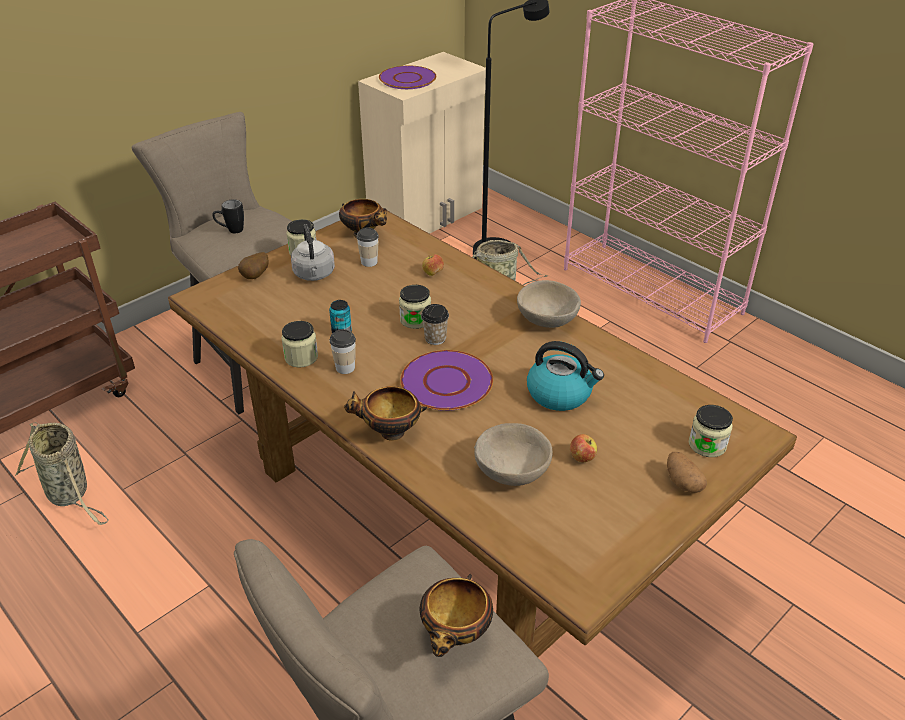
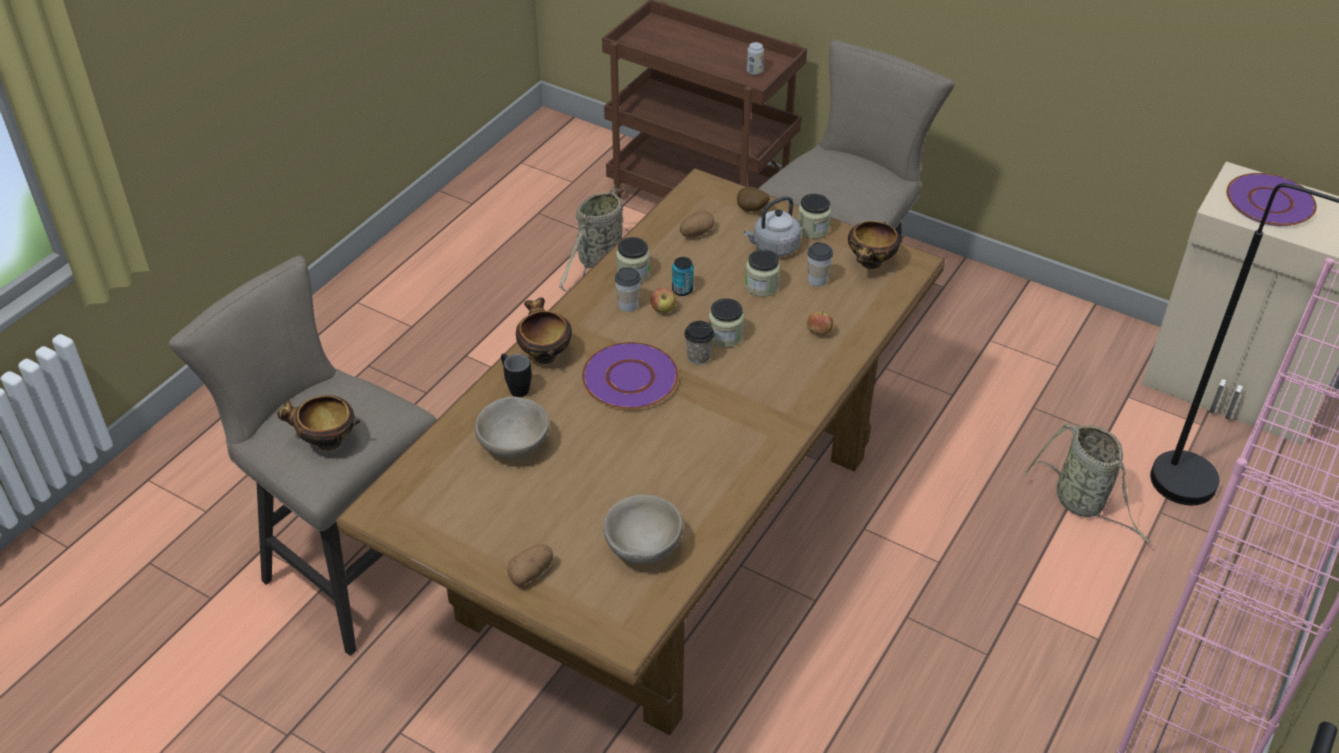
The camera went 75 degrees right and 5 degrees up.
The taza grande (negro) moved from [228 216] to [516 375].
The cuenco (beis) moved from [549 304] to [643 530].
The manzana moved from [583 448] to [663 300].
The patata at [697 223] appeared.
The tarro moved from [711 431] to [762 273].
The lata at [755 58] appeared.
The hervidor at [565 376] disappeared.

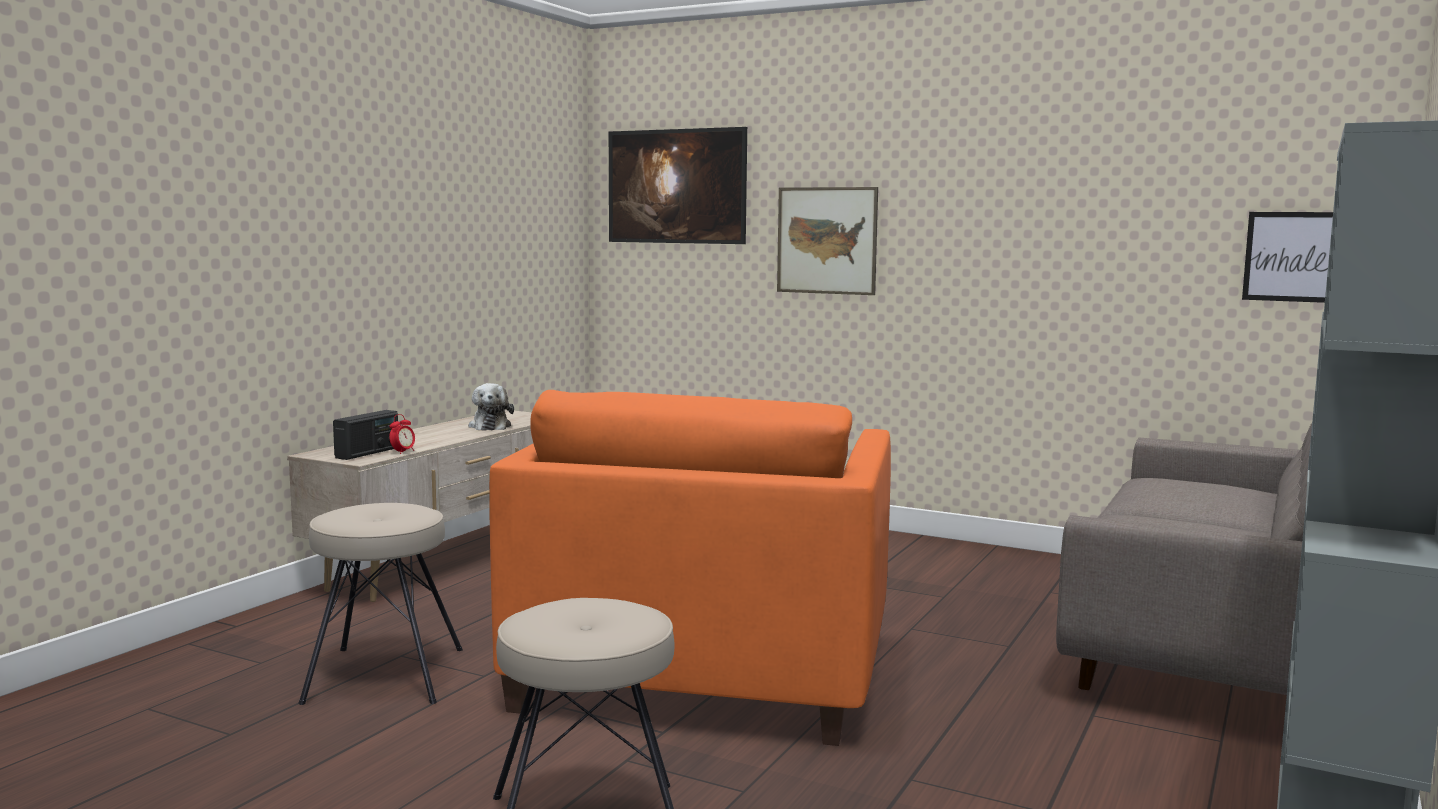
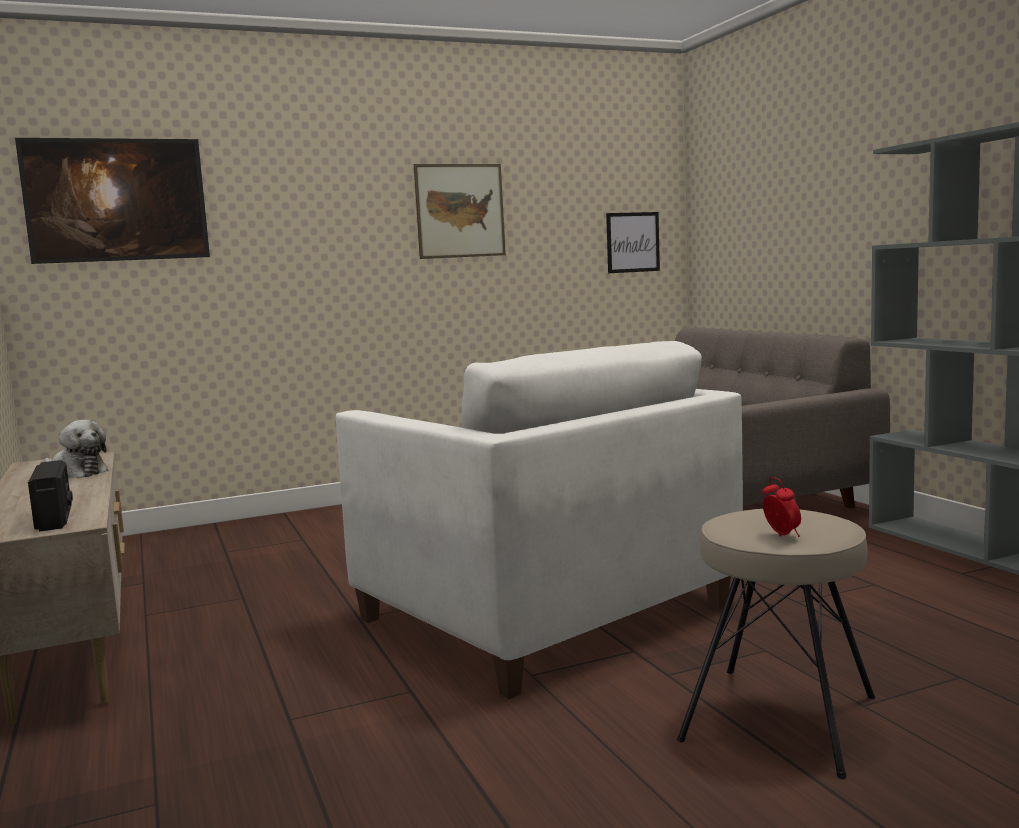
The camera went 50 degrees left and 0 degrees up.
The sillón (naranja) at [690 568] became the sillón (blanco) at [539 520].
The cuadro moved from [827 241] to [460 211].
The despertador moved from [402 434] to [781 507].
The taburete (beis) at [380 604] disappeared.

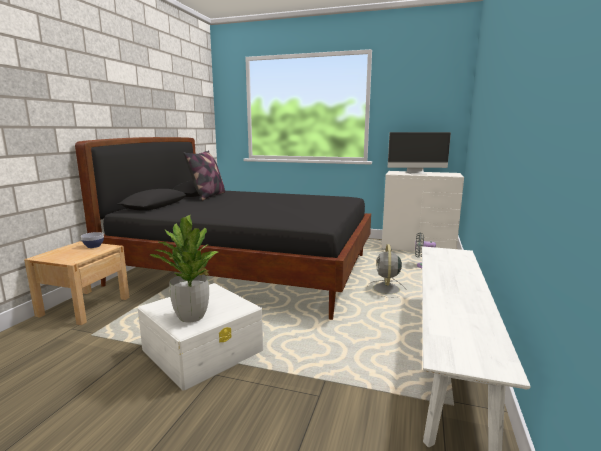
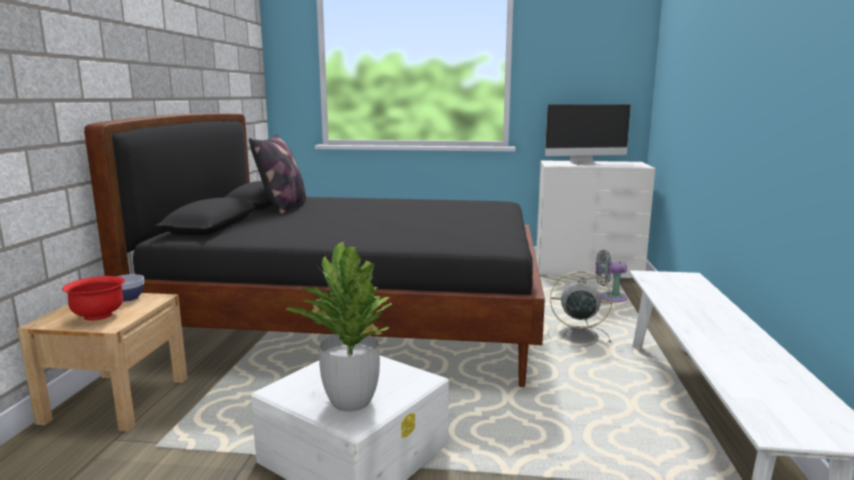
The camera went 10 degrees left and 0 degrees up.
The cuenco (rojo) at [93 298] appeared.
The ventilador (gris) at [386 270] turned 105 degrees clockwise.

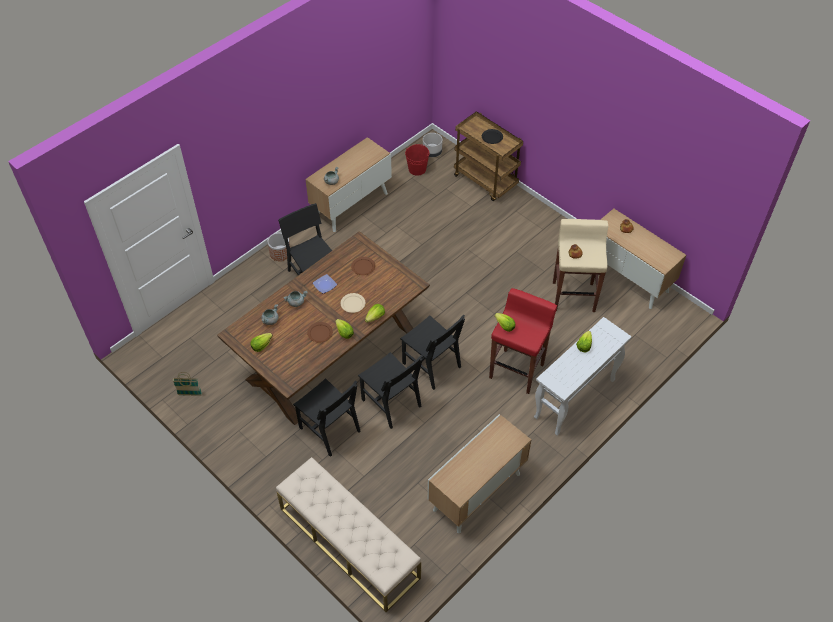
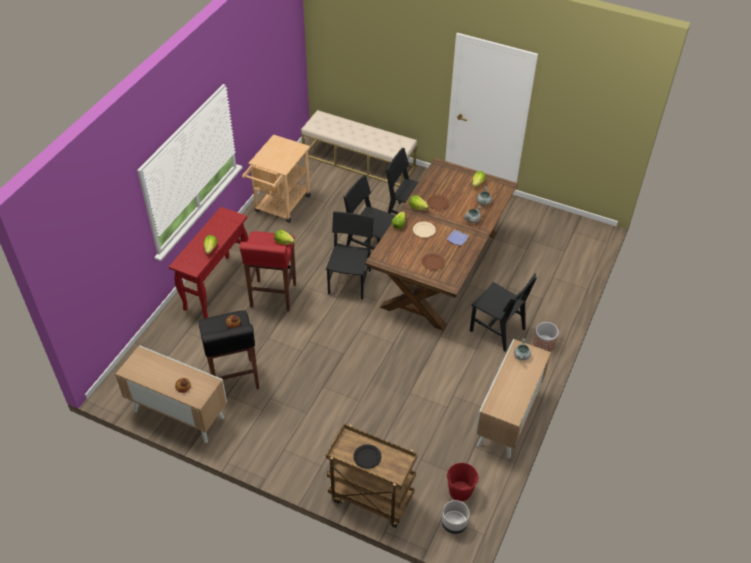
The camera went 160 degrees right and 5 degrees down.
The mesa consola (blanco) at [583 376] became the mesa consola (rojo) at [208 262].
The taburete (beis) at [580 265] became the taburete (negro) at [229 349].
The armario at [479 474] was replaced by the carrito (beis) at [276 178].
The silla (negro) at [432 352] turned 75 degrees clockwise.
The cesta at [187 384] disappeared.

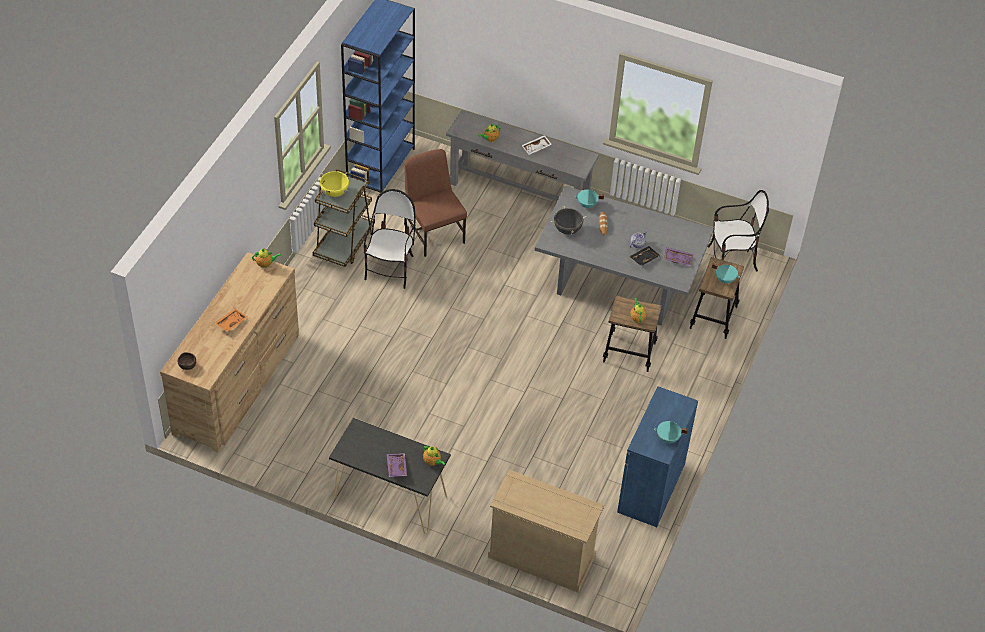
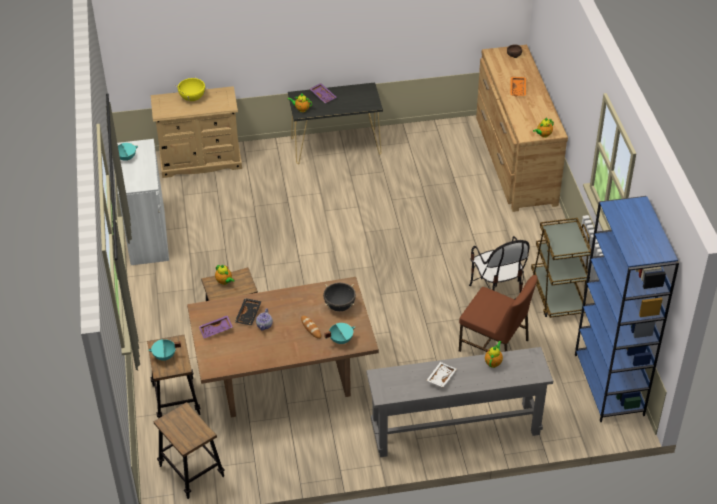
The camera went 150 degrees right and 5 degrees down.
The armario (azul) at [657 456] became the armario (blanco) at [143 202].
The silla at [738 230] was replaced by the taburete at [189 450].
The olla (amarillo) moved from [334 184] to [191 88].
The mesa de comedor (gris) at [624 256] became the mesa de comedor (marrón) at [283 347].

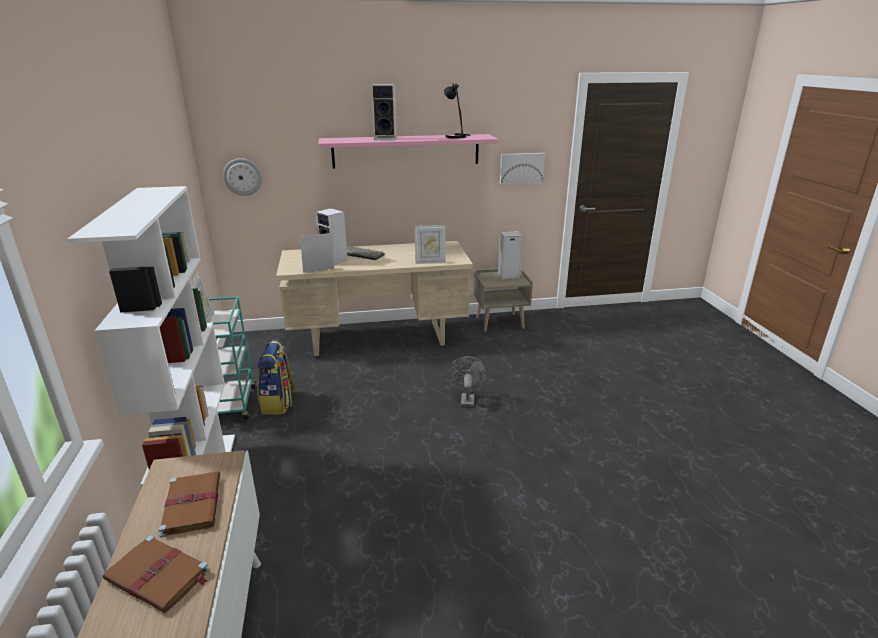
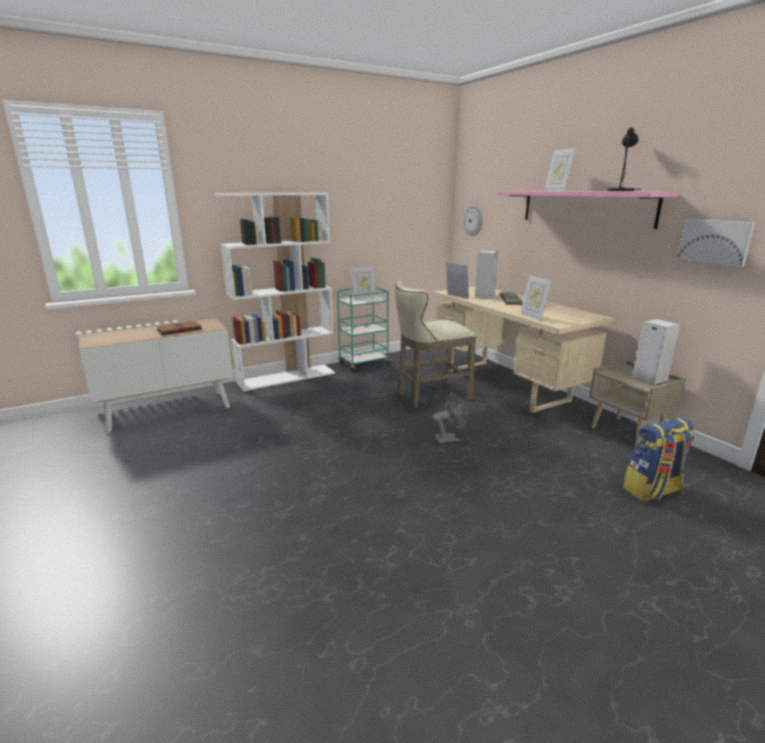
The camera went 70 degrees right and 5 degrees down.
The taburete (beis) at [435 344] appeared.
The altavoz at [384 112] was replaced by the portarretratos at [560 169].
The mochila moved from [277 377] to [658 460].
The libro (marrón) at [156 574] disappeared.

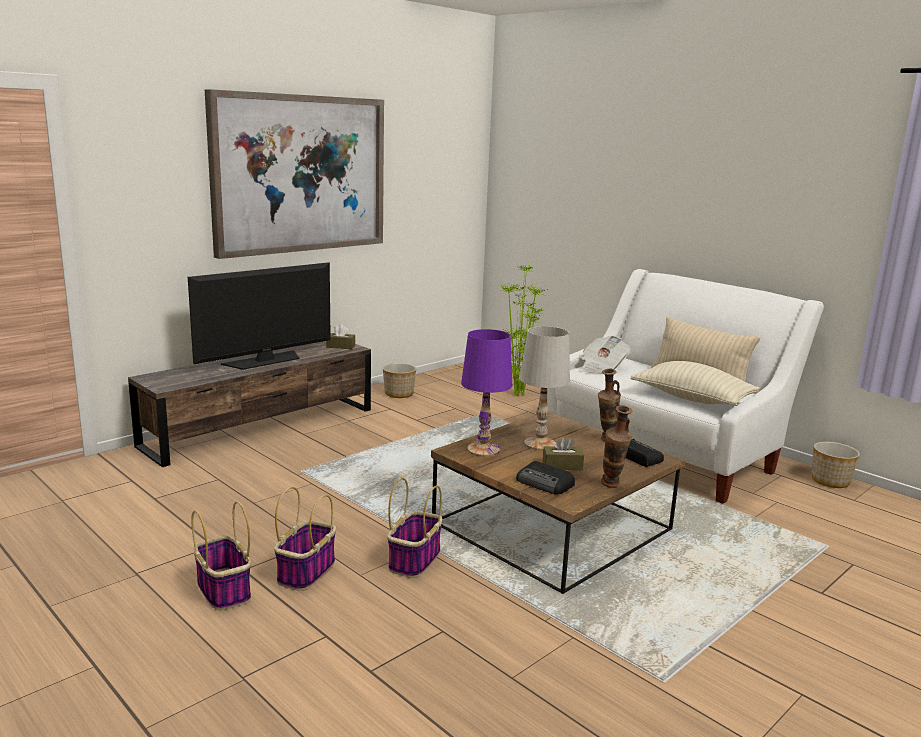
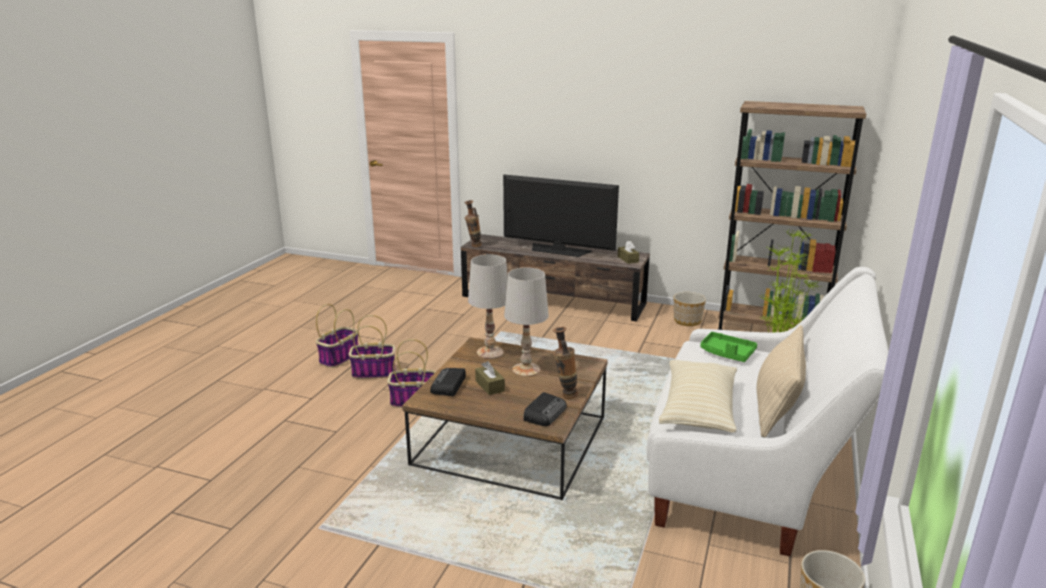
The camera went 65 degrees right and 5 degrees up.
The florero moved from [616 446] to [473 223].
The lámpara de mesa (morado) at [486 392] became the lámpara de mesa (blanco) at [488 307].
The periódico at [606 354] was replaced by the bandeja (verde) at [728 347].
The estantería (marrón) at [791 215] appeared.
The cuadro at [294 174] disappeared.

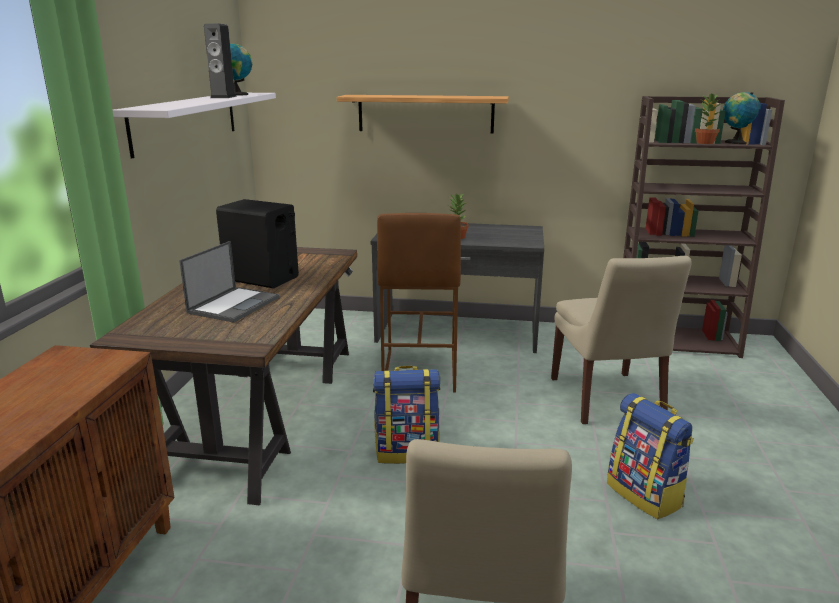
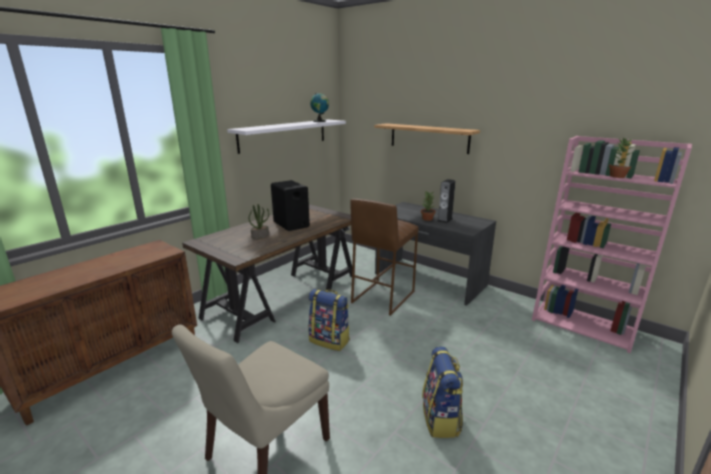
The camera went 30 degrees right and 0 degrees up.
The portátil at [229 282] was replaced by the planta en maceta at [259 221].
The altavoz moved from [220 60] to [446 201].
The estantería (marrón) at [704 227] became the estantería (rosa) at [612 244].
The silla (beis) at [621 340] disappeared.
The globo terráqueo at [742 118] disappeared.

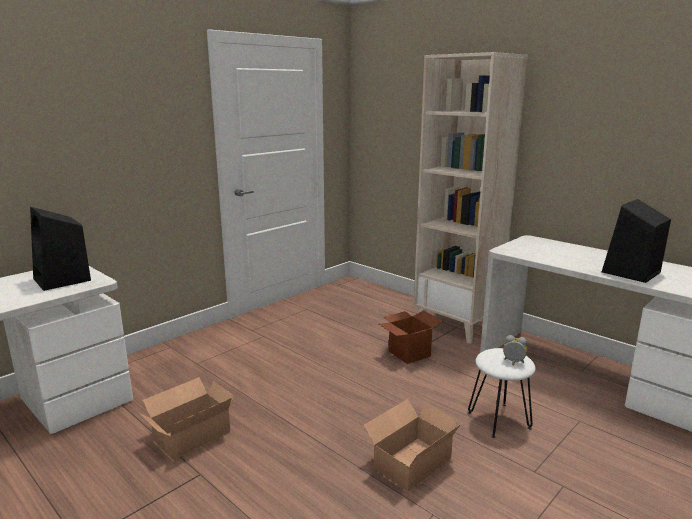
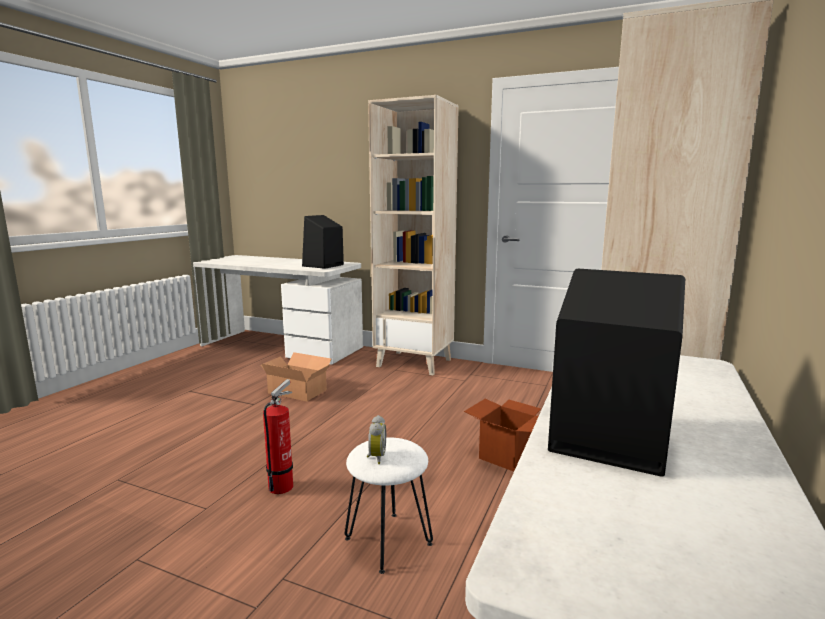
The camera went 70 degrees right and 5 degrees down.
The caja de cartón at [412 445] was replaced by the extintor at [278 436].
The estantería (beis) at [413 235] appeared.

